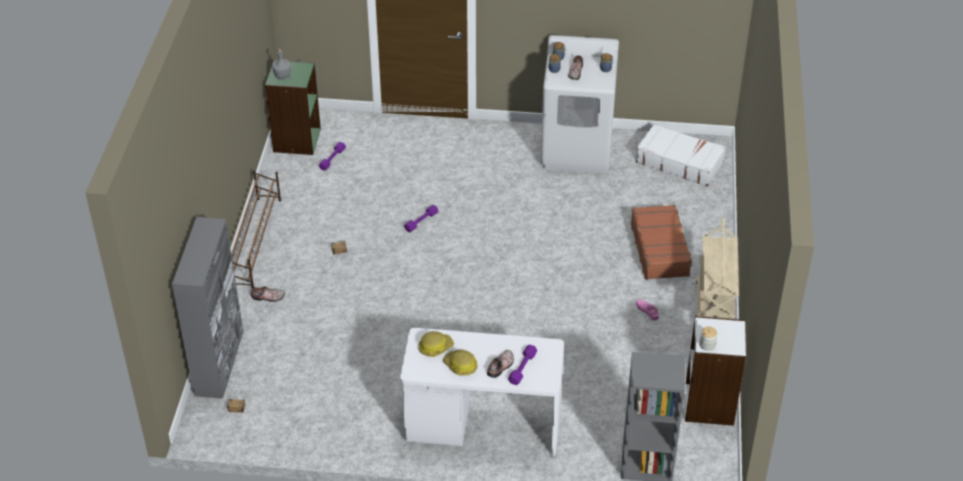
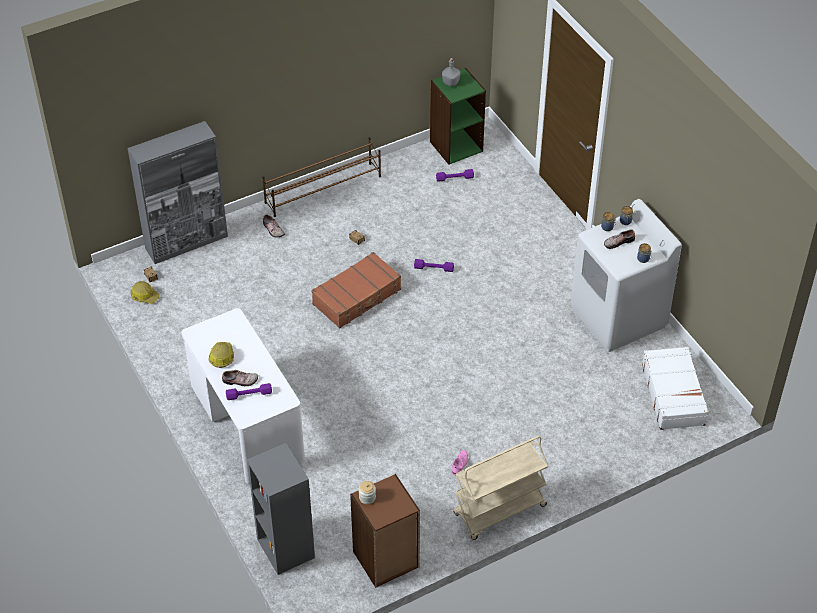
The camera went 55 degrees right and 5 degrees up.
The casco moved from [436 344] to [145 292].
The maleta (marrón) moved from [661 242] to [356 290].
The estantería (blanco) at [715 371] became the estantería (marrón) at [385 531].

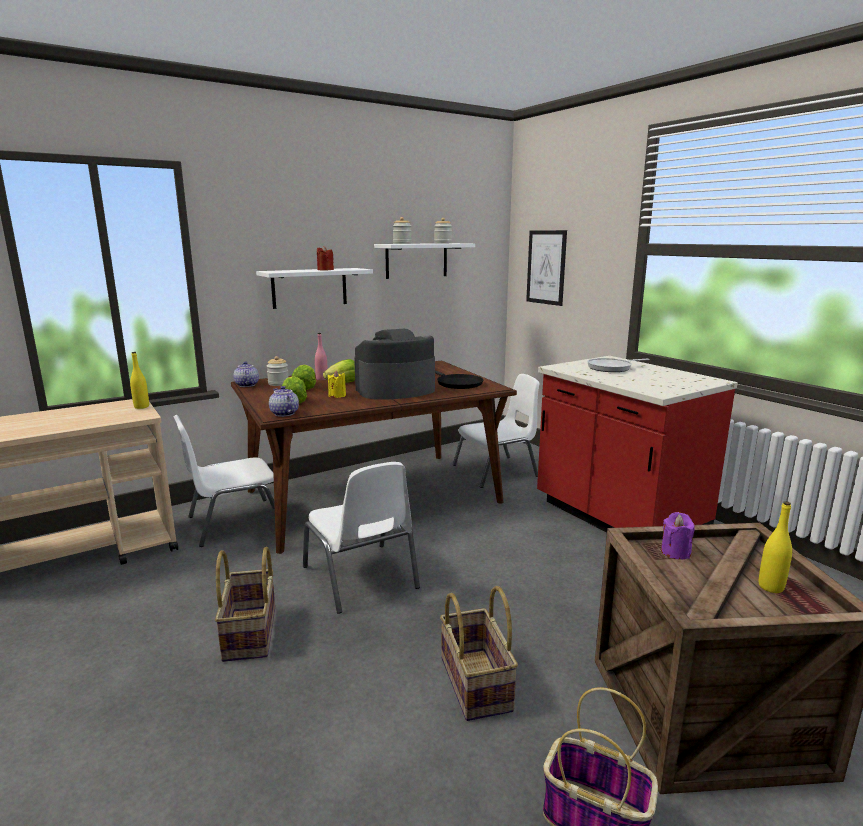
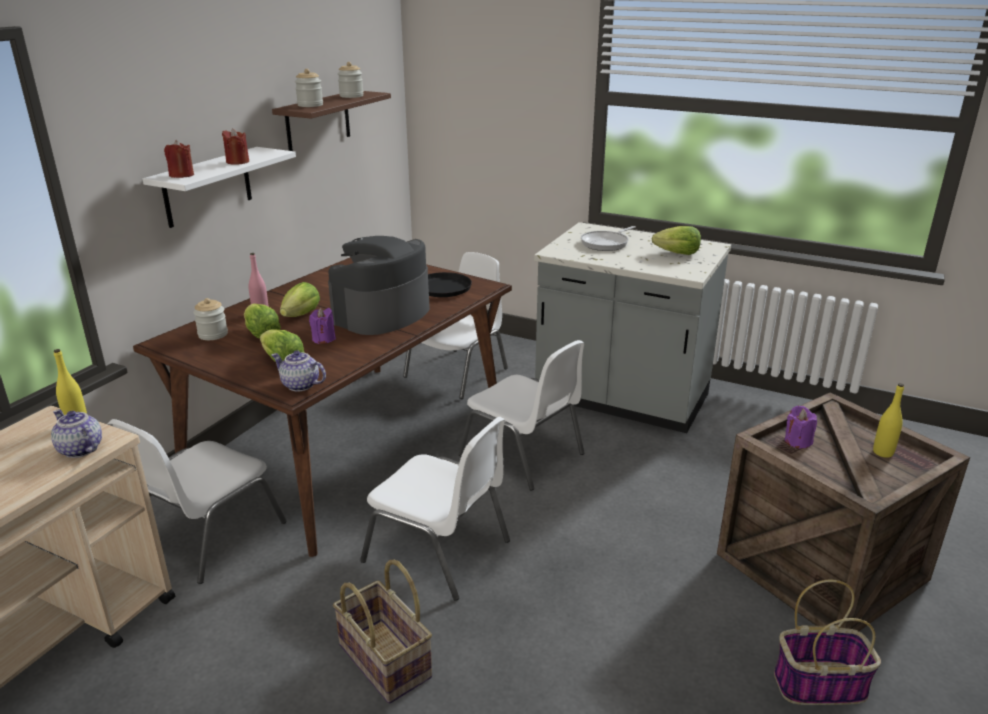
The camera went 30 degrees left and 10 degrees up.
The tetera moved from [246 374] to [76 433].
The vela (rojo) at [179 159] appeared.
The estante (blanco) at [424 261] became the estante (marrón) at [331 121].
The vela (amarillo) at [337 384] became the vela (morado) at [322 326].
The silla (blanco) at [521 415] appeared.
The mueble bajo de cocina (rojo) at [637 444] became the mueble bajo de cocina (gris) at [632 327].
The lechuga at [676 240] appeared.
The cesta at [479 653] disappeared.
The cuadro at [546 268] disappeared.

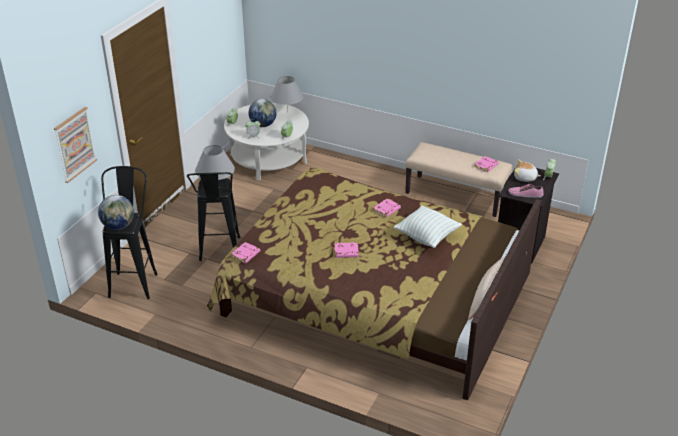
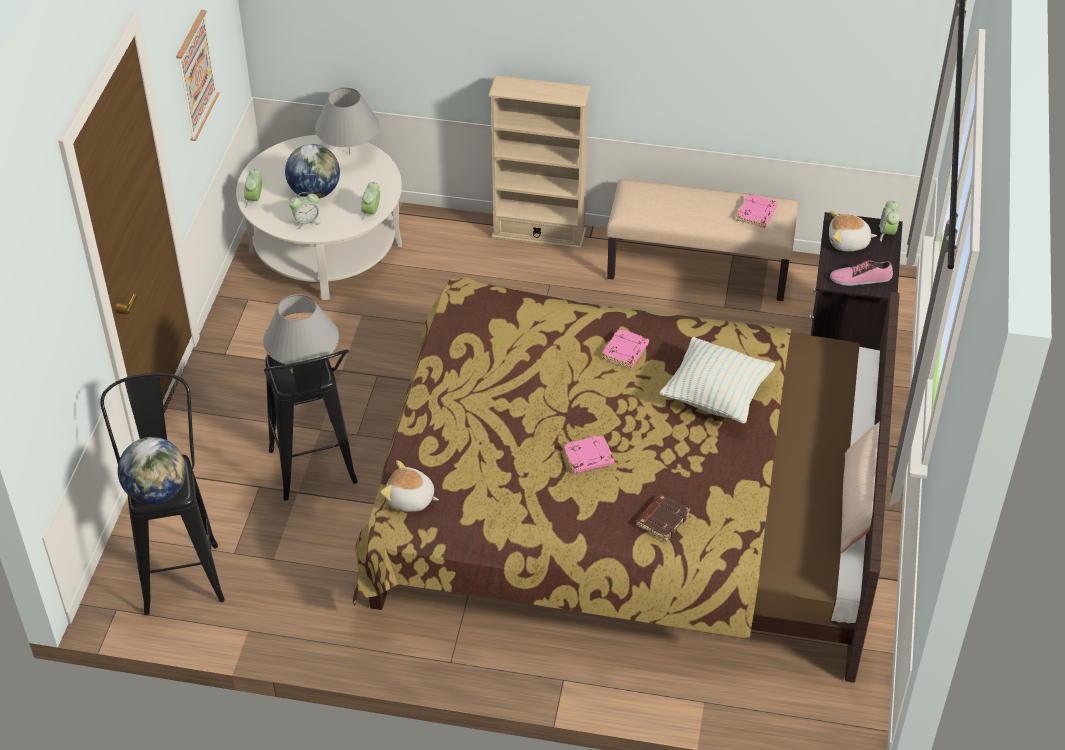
The camera went 15 degrees left and 10 degrees up.
The cuadro moved from [75 145] to [197 75].
The libro (rosa) at [245 252] was replaced by the peluche at [410 486].
The estantería (beis) at [539 162] appeared.
The libro (marrón) at [663 518] appeared.

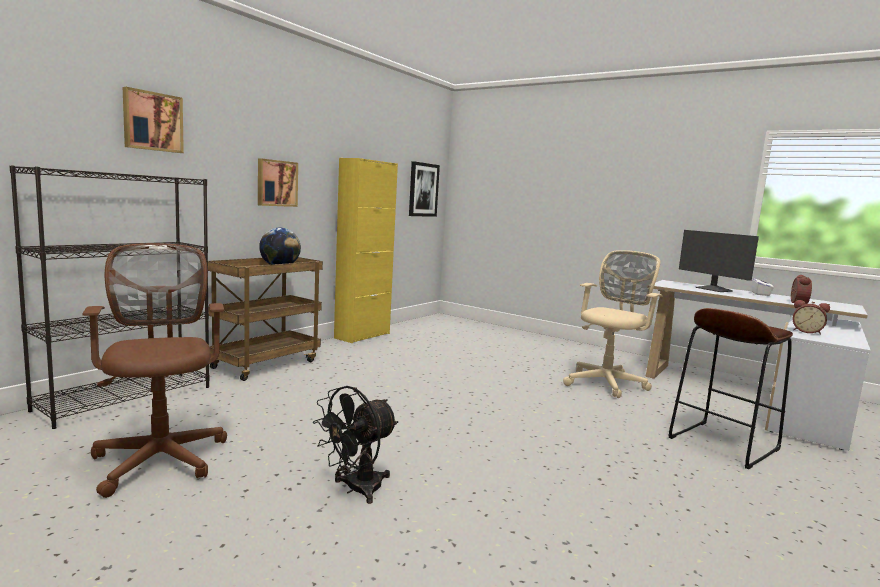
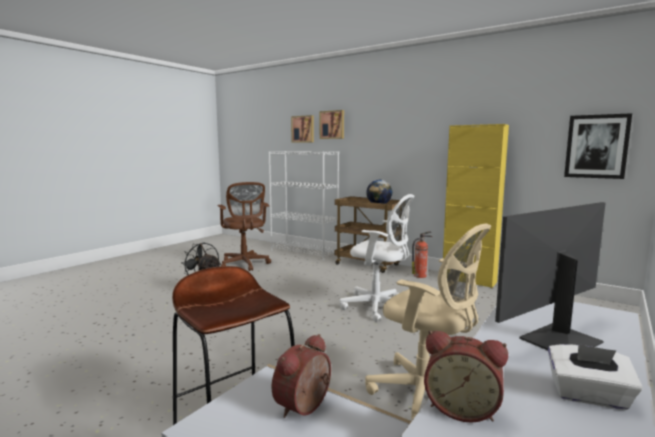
The camera went 90 degrees right and 0 degrees up.
The silla de oficina (marrón) at [154 370] turned 90 degrees clockwise.
The estantería (negro) at [110 297] became the estantería (blanco) at [303 206].
The cuadro moved from [278 182] to [302 129].
The silla de oficina (blanco) at [376 258] appeared.
The extintor at [422 255] appeared.

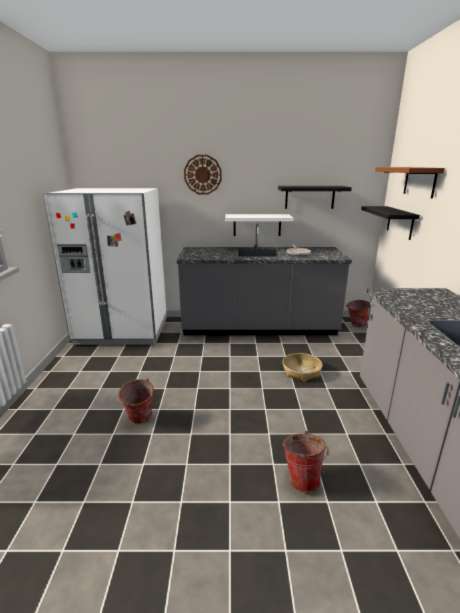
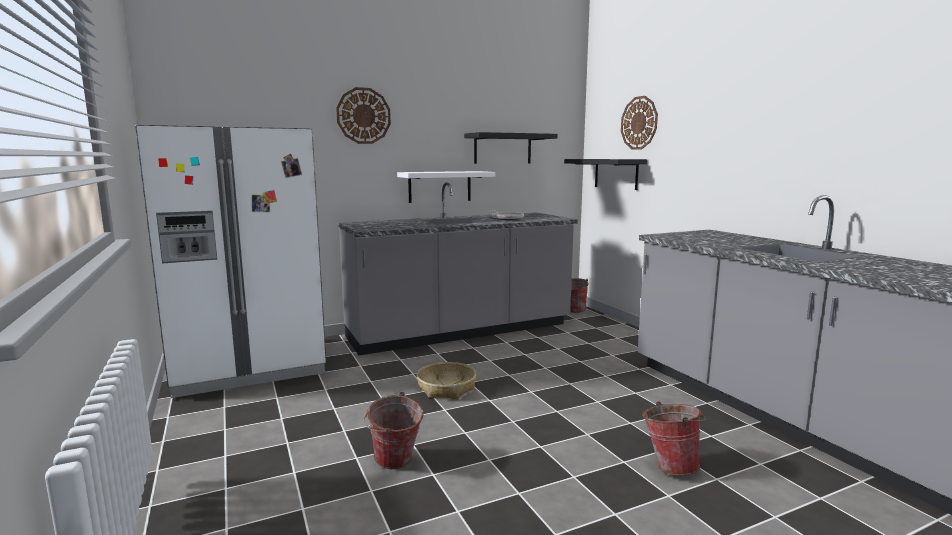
The camera went 25 degrees left and 10 degrees down.
The cesta moved from [303 367] to [446 380].
The estante (marrón) at [410 183] was replaced by the reloj de pared at [639 123].

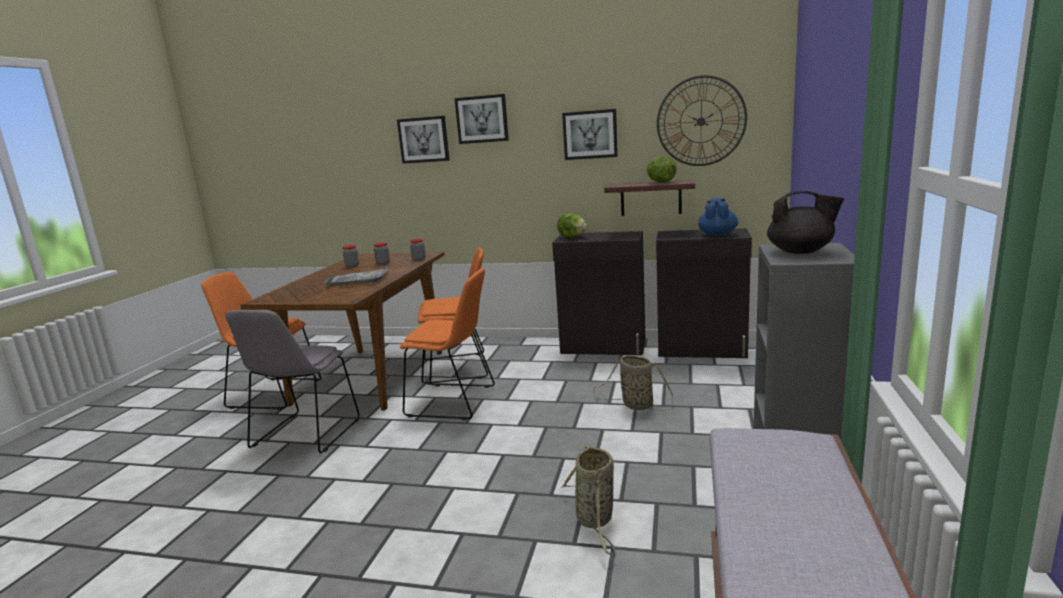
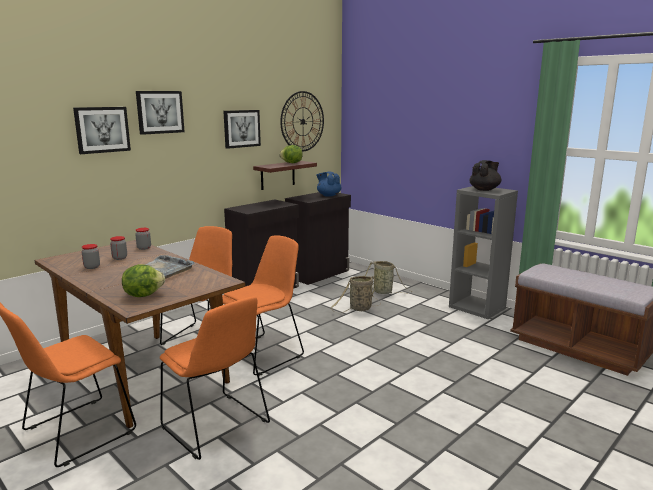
The camera went 60 degrees left and 0 degrees up.
The lechuga moved from [572 225] to [143 280].
The silla (gris) at [292 381] became the silla (naranja) at [215 378].
The cesta moved from [588 499] to [388 277].

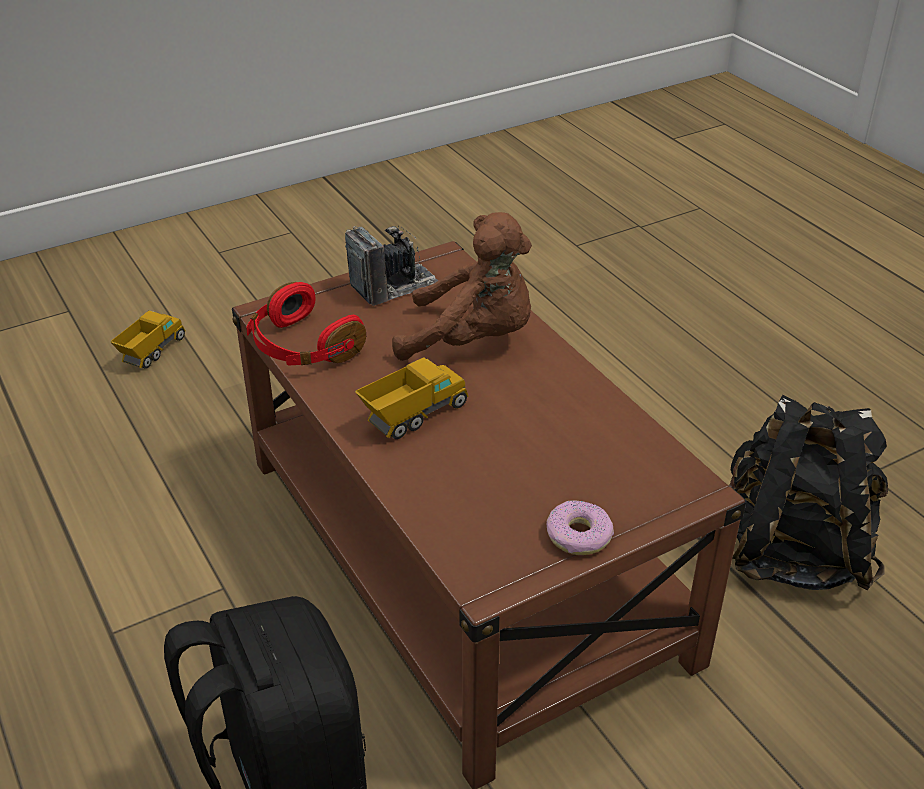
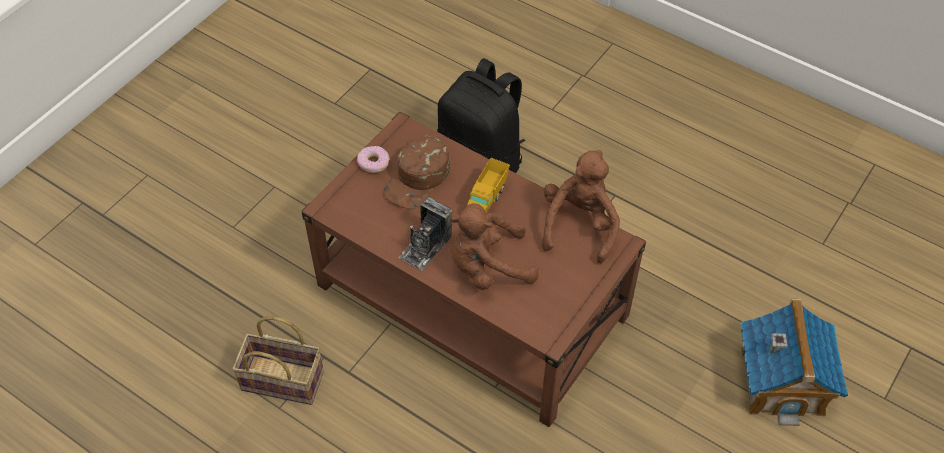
The camera went 155 degrees right and 15 degrees up.
The mochila (negro) at [808 492] was replaced by the cesta at [278 360].
The gorra (marrón) at [416 172] appeared.
The cámara moved from [392 266] to [425 233].
The auriculares (rojo) at [306 324] was replaced by the peluche (marrón) at [581 207].
The camión de juguete at [147 339] was replaced by the casita at [794 362].

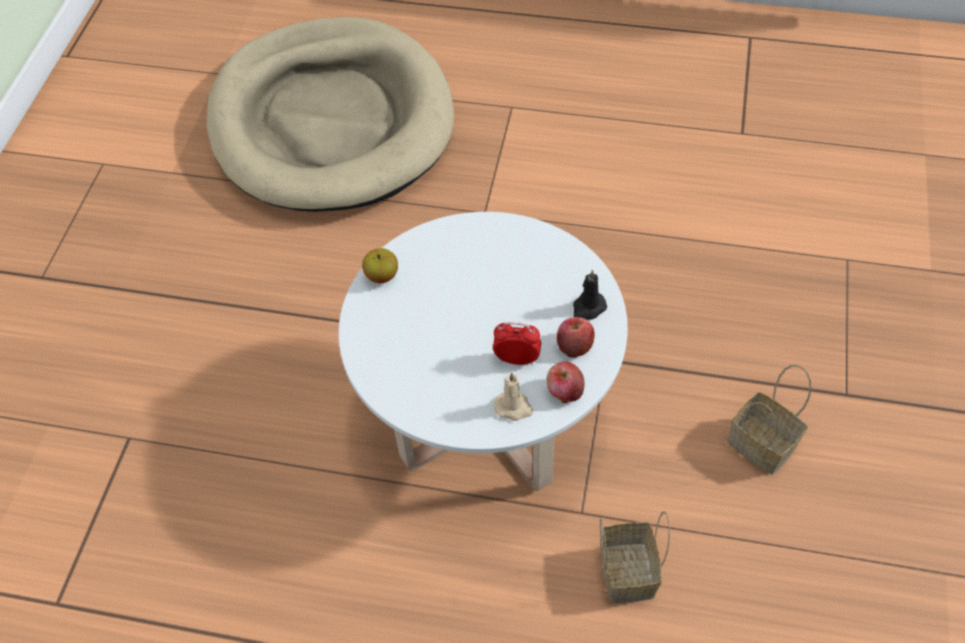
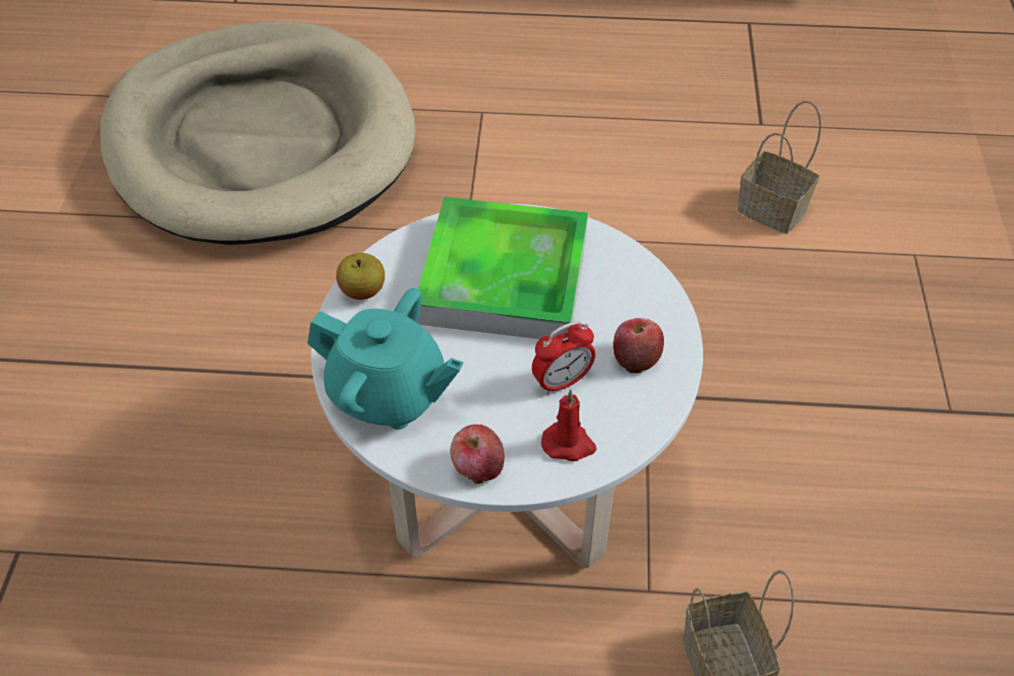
The camera went 10 degrees left and 5 degrees down.
The tetera (turquesa) at [385 359] appeared.
The bandeja at [503 268] appeared.
The manzana moved from [565 382] to [477 454].
The despertador at [517 343] turned 150 degrees clockwise.
The vela (beis) at [513 396] became the vela (rojo) at [569 425].
The cesta moved from [770 419] to [779 167].
The vela (negro) at [590 295] disappeared.

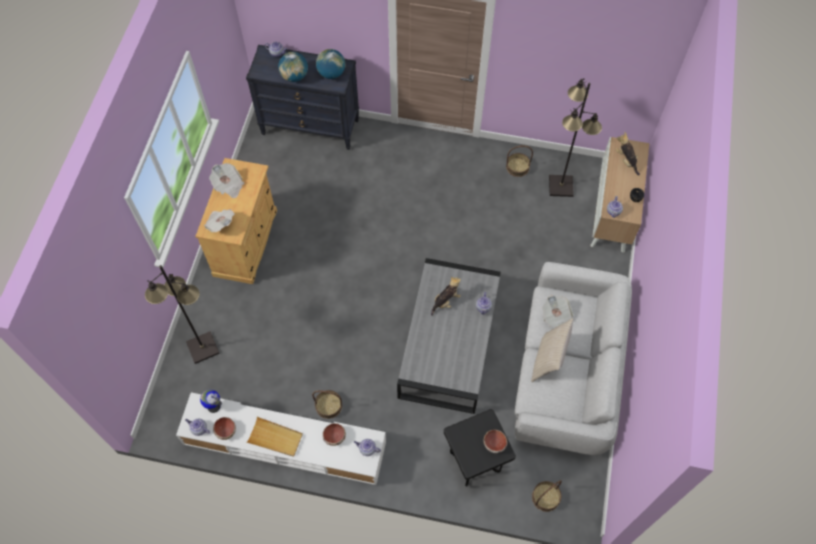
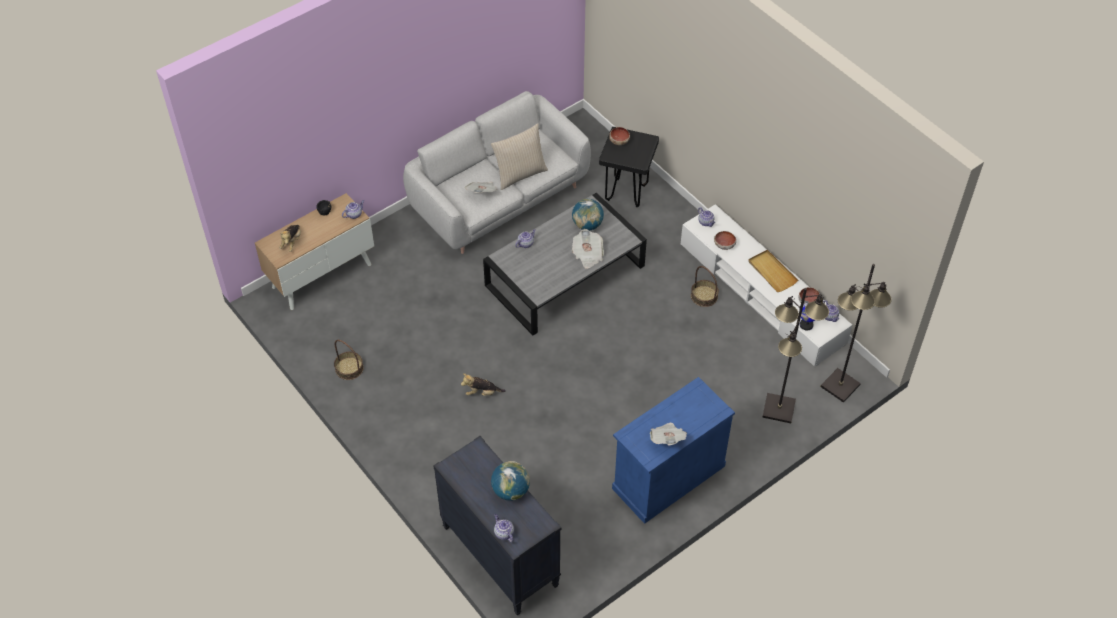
The camera went 140 degrees left and 10 degrees down.
The peluche moved from [446 296] to [483 385].
The globo terráqueo moved from [330 64] to [588 214].
The periódico moved from [219 220] to [588 249].
The armario (beis) at [236 221] became the armario (azul) at [673 450].
The lámpara de pie (negro) moved from [575 137] to [856 333].
The cesta at [547 496] disappeared.

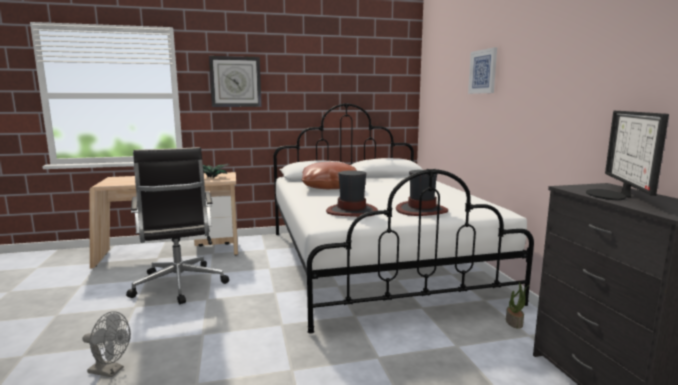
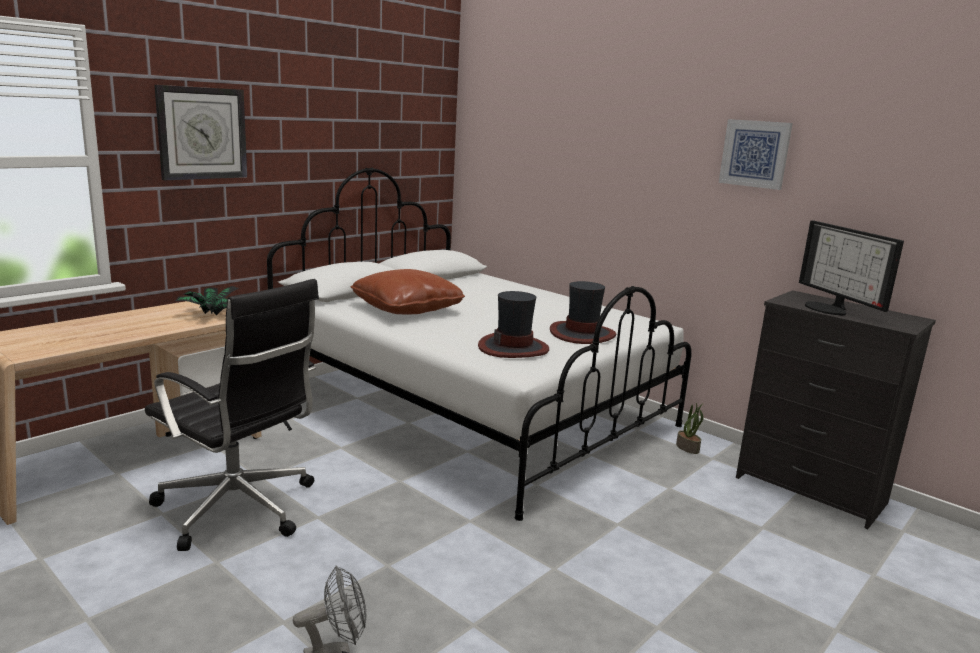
The camera went 35 degrees left and 5 degrees up.
The cuadro moved from [482 70] to [756 154].

